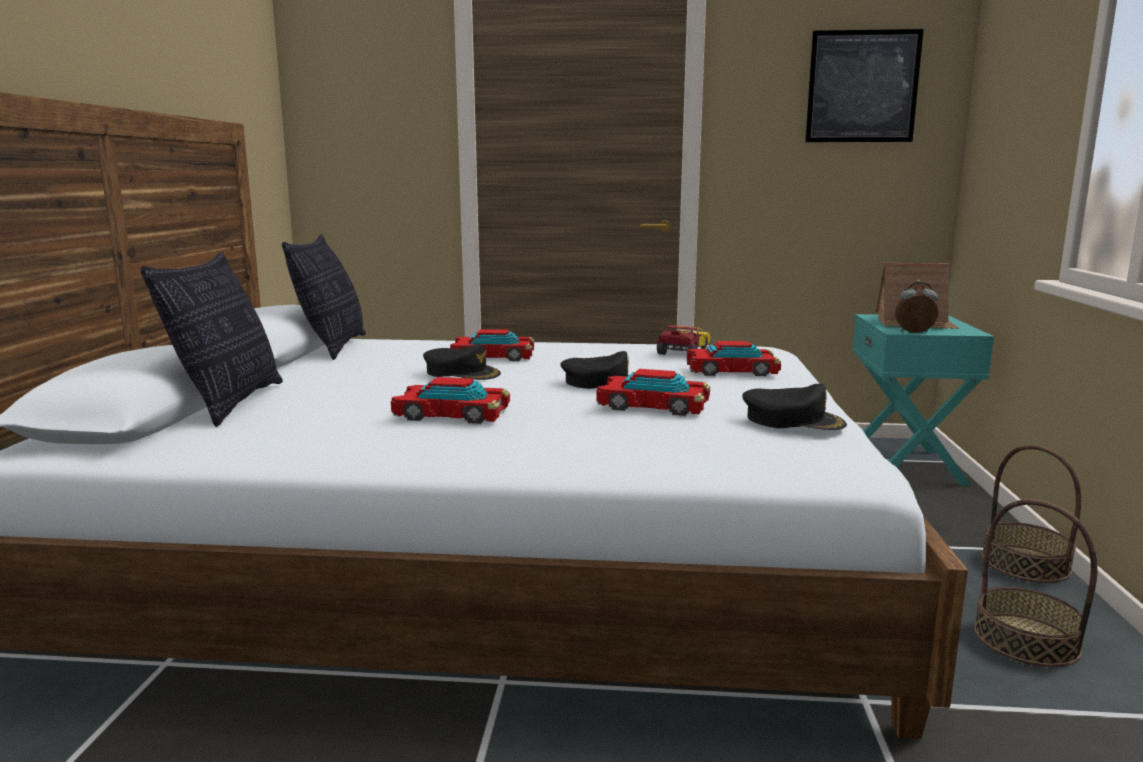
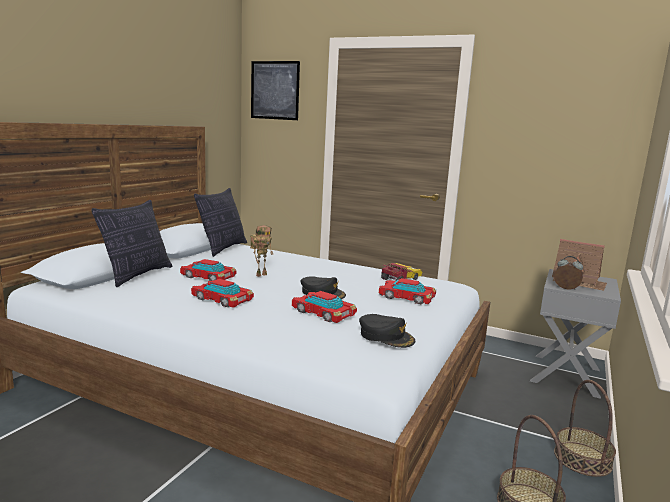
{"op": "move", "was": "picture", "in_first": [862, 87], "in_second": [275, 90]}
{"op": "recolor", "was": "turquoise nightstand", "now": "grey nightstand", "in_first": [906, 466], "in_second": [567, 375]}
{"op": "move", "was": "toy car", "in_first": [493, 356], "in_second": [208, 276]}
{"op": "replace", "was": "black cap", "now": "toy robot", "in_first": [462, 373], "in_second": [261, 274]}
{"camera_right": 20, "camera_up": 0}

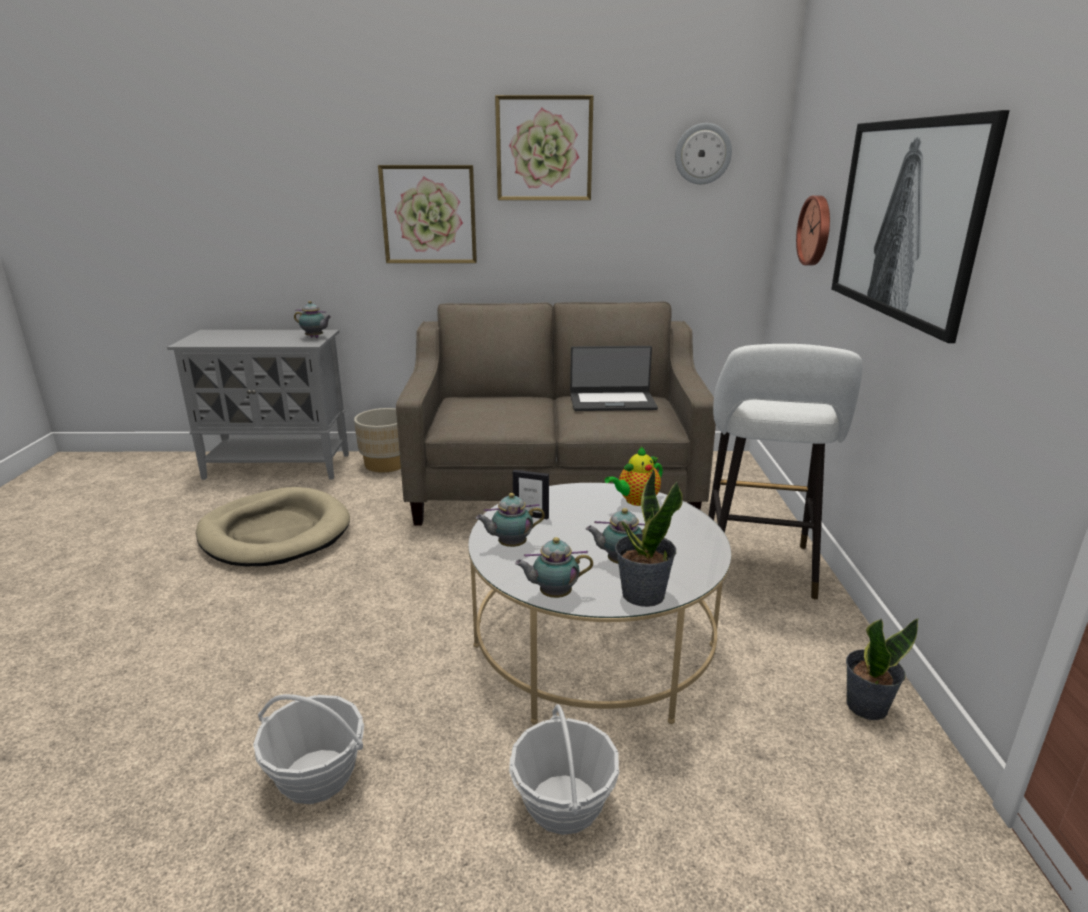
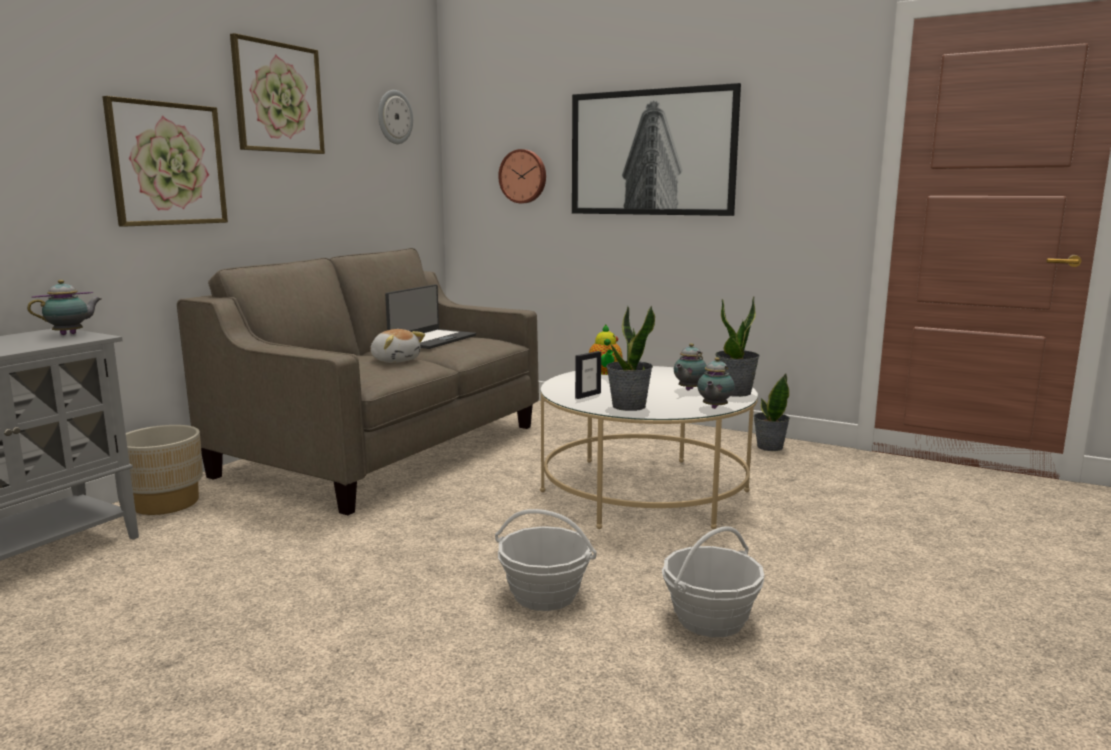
{"op": "delete", "was": "white stool", "in_first": [758, 570]}
{"op": "delete", "was": "beige dog bed", "in_first": [275, 533]}
{"op": "replace", "was": "teapot", "now": "potted plant", "in_first": [510, 545], "in_second": [628, 406]}
{"op": "move", "was": "basket", "in_first": [564, 804], "in_second": [545, 595]}
{"op": "insert", "now": "plush toy", "in_second": [395, 360]}
{"camera_right": -60, "camera_up": -10}

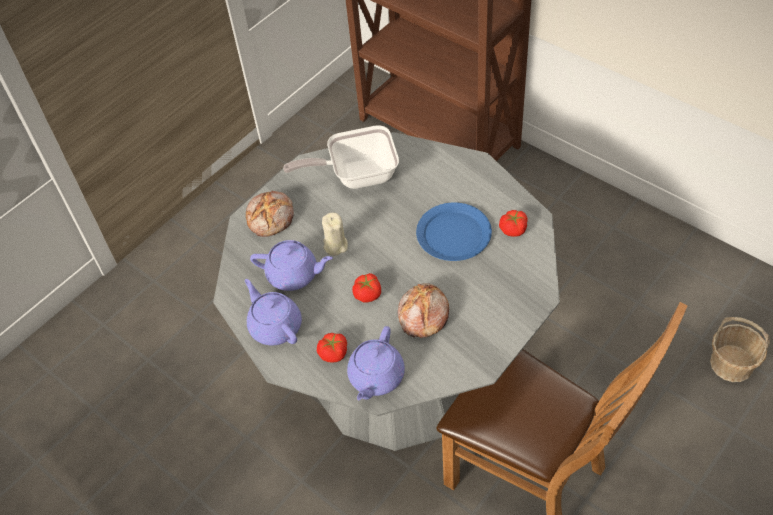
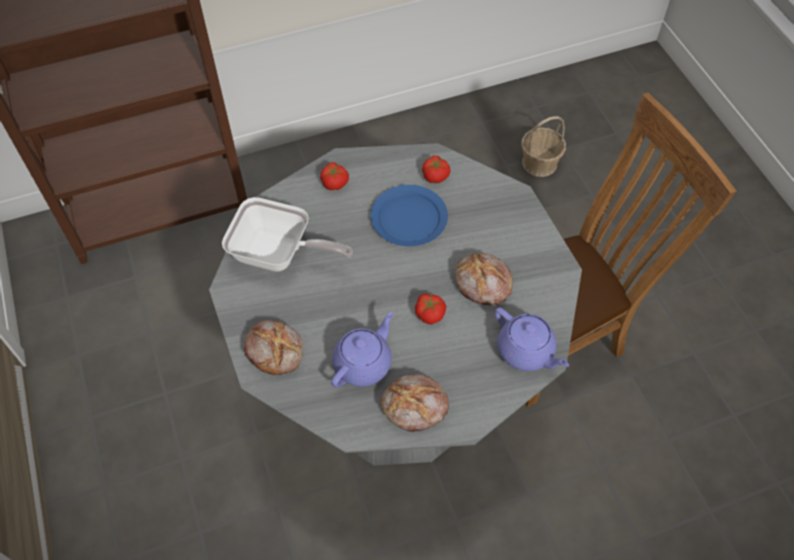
{"op": "rotate", "was": "frying pan", "in_first": [356, 175], "in_second": [279, 255], "clockwise": -90}
{"op": "delete", "was": "beige candle", "in_first": [335, 245]}
{"op": "replace", "was": "purple teapot", "now": "bread", "in_first": [275, 326], "in_second": [415, 407]}
{"op": "move", "was": "tomato", "in_first": [334, 353], "in_second": [335, 182]}
{"camera_right": -65, "camera_up": 5}

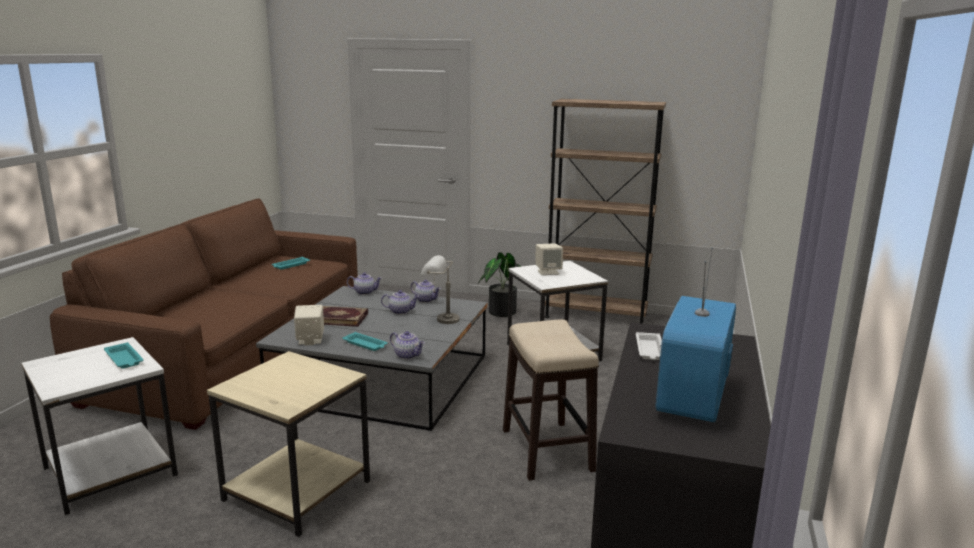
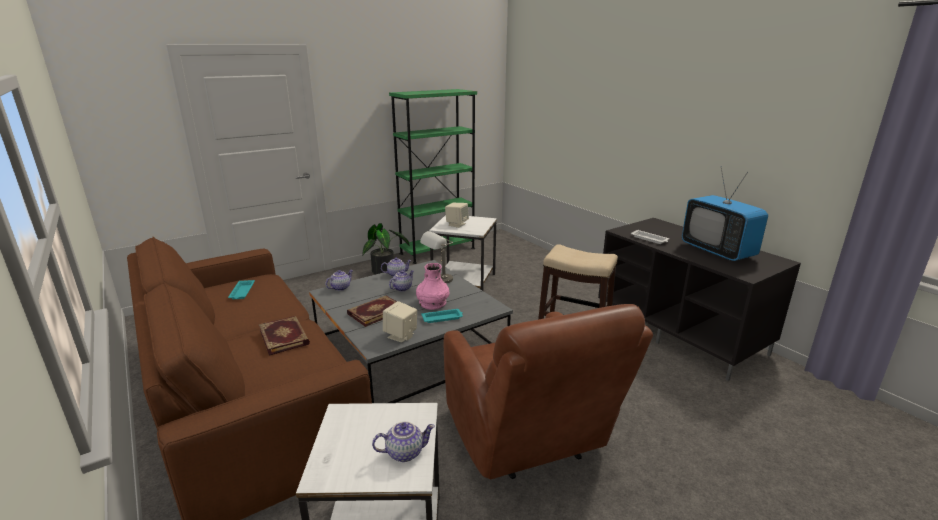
{"op": "recolor", "was": "brown bookcase", "now": "green bookcase", "in_first": [595, 315], "in_second": [437, 251]}
{"op": "move", "was": "teapot", "in_first": [408, 355], "in_second": [405, 452]}
{"op": "delete", "was": "turquoise tray", "in_first": [124, 359]}
{"op": "replace", "was": "beige side table", "now": "brown armchair", "in_first": [295, 491], "in_second": [528, 440]}
{"op": "insert", "now": "pink vase", "in_second": [432, 303]}
{"op": "insert", "now": "book", "in_second": [285, 337]}
{"camera_right": -50, "camera_up": 5}

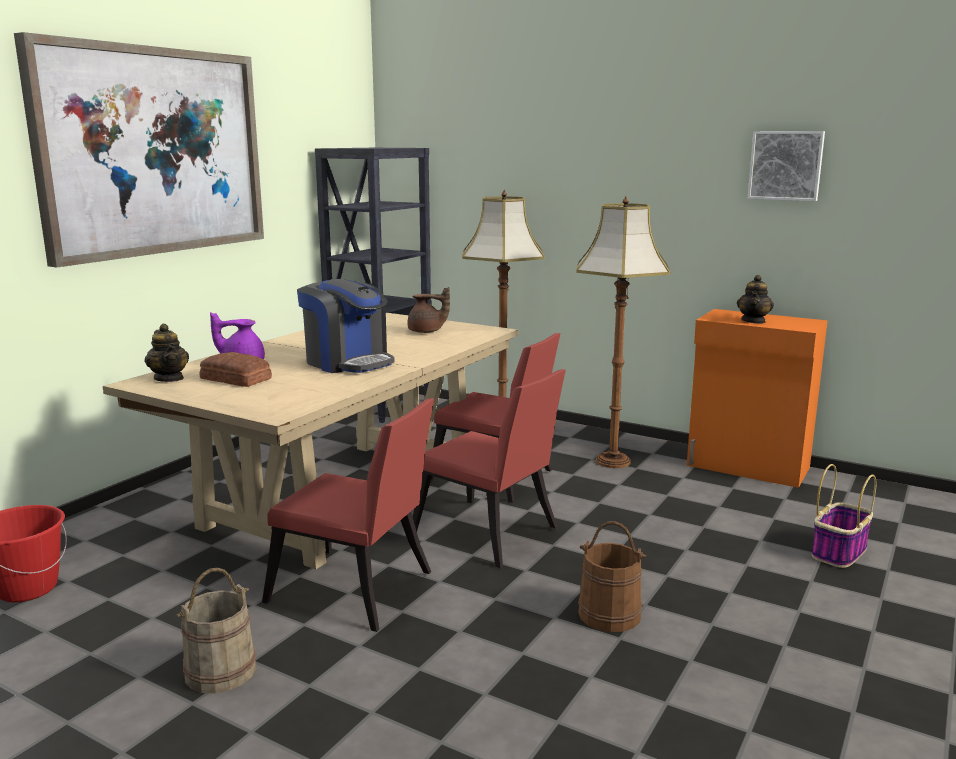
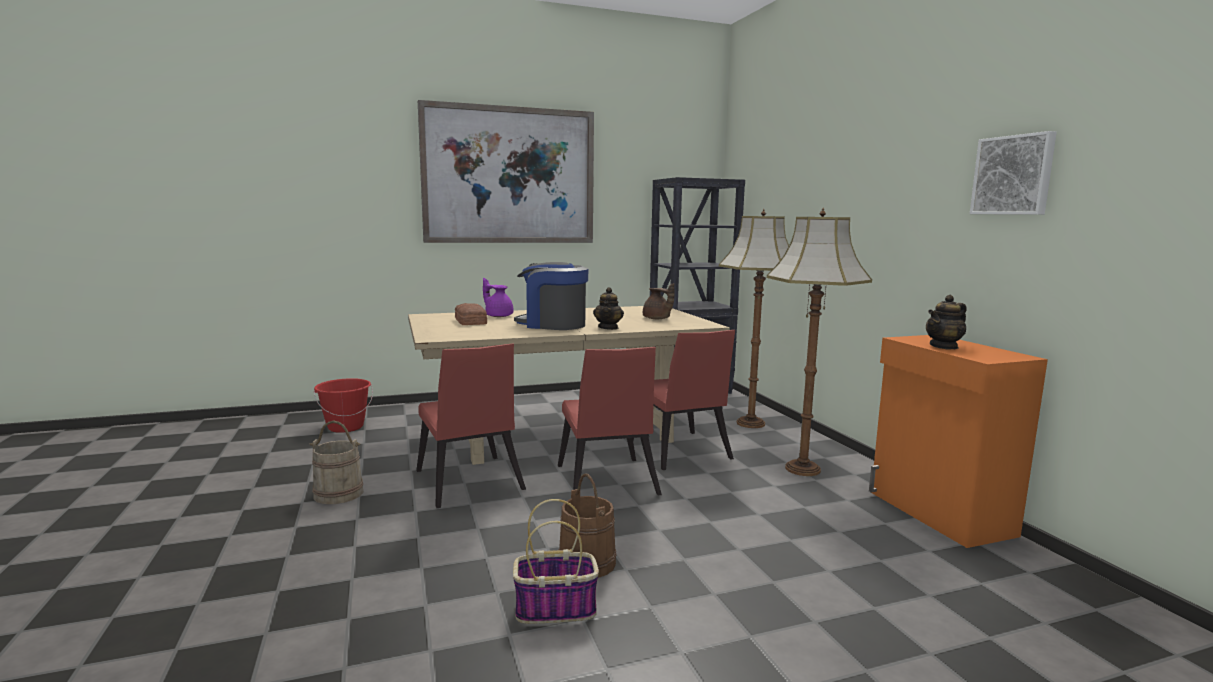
{"op": "rotate", "was": "coffee machine", "in_first": [348, 362], "in_second": [552, 324], "clockwise": 120}
{"op": "move", "was": "teapot", "in_first": [169, 378], "in_second": [608, 328]}
{"op": "move", "was": "basket", "in_first": [839, 552], "in_second": [556, 608]}
{"camera_right": 40, "camera_up": -5}

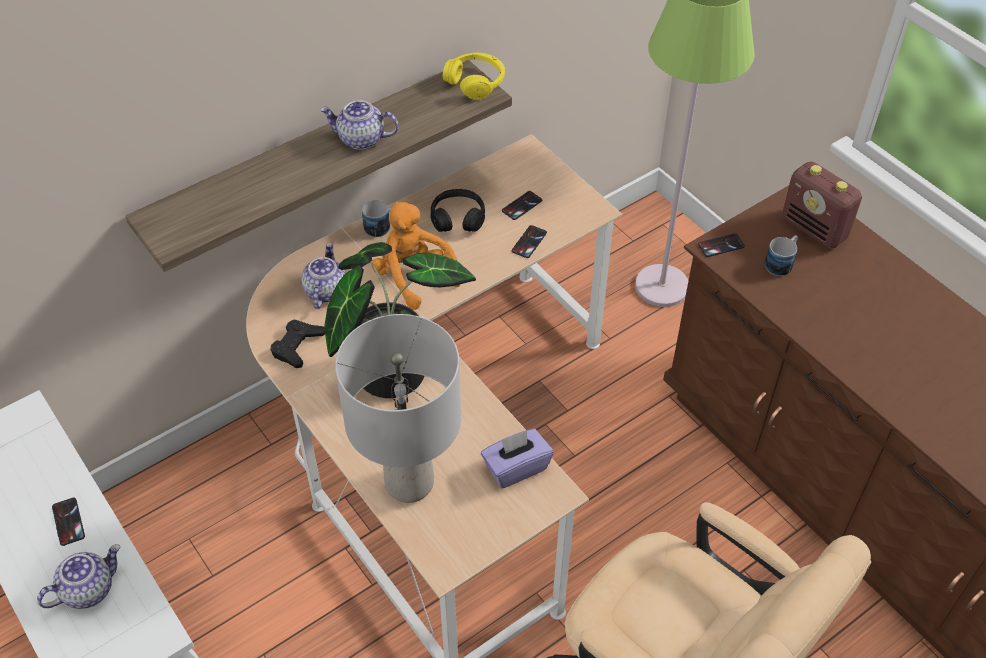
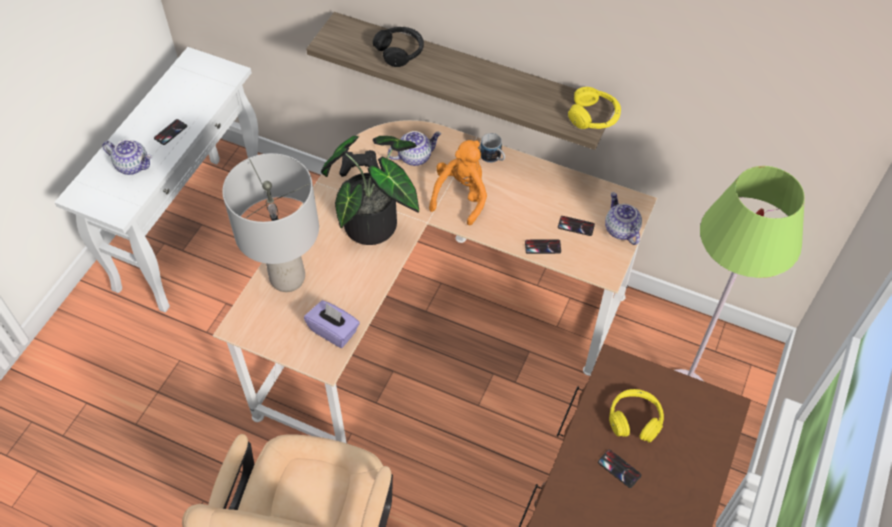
{"op": "move", "was": "teapot", "in_first": [361, 139], "in_second": [620, 229]}
{"op": "delete", "was": "radio", "in_first": [814, 229]}
{"op": "move", "was": "black headphones", "in_first": [458, 218], "in_second": [400, 51]}
{"op": "move", "was": "phone", "in_first": [721, 245], "in_second": [619, 468]}
{"op": "replace", "was": "mug", "now": "yellow headphones", "in_first": [781, 263], "in_second": [635, 419]}
{"camera_right": 60, "camera_up": 5}

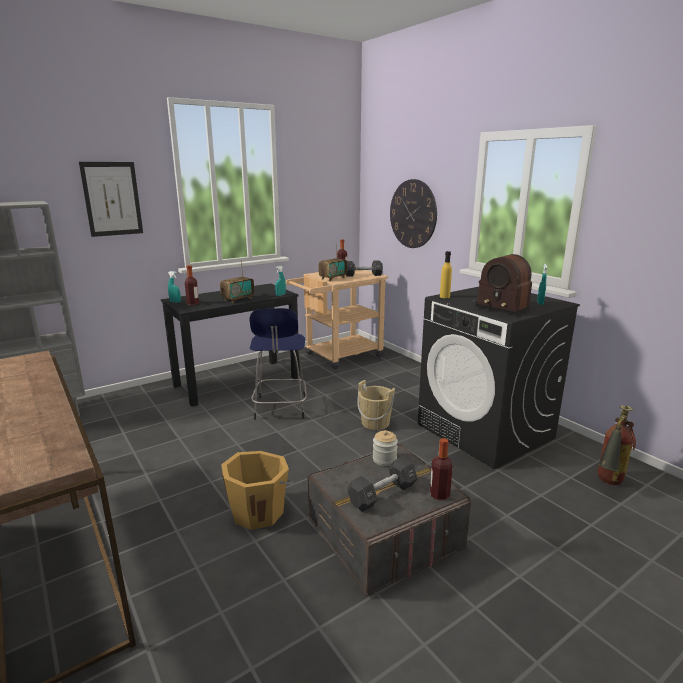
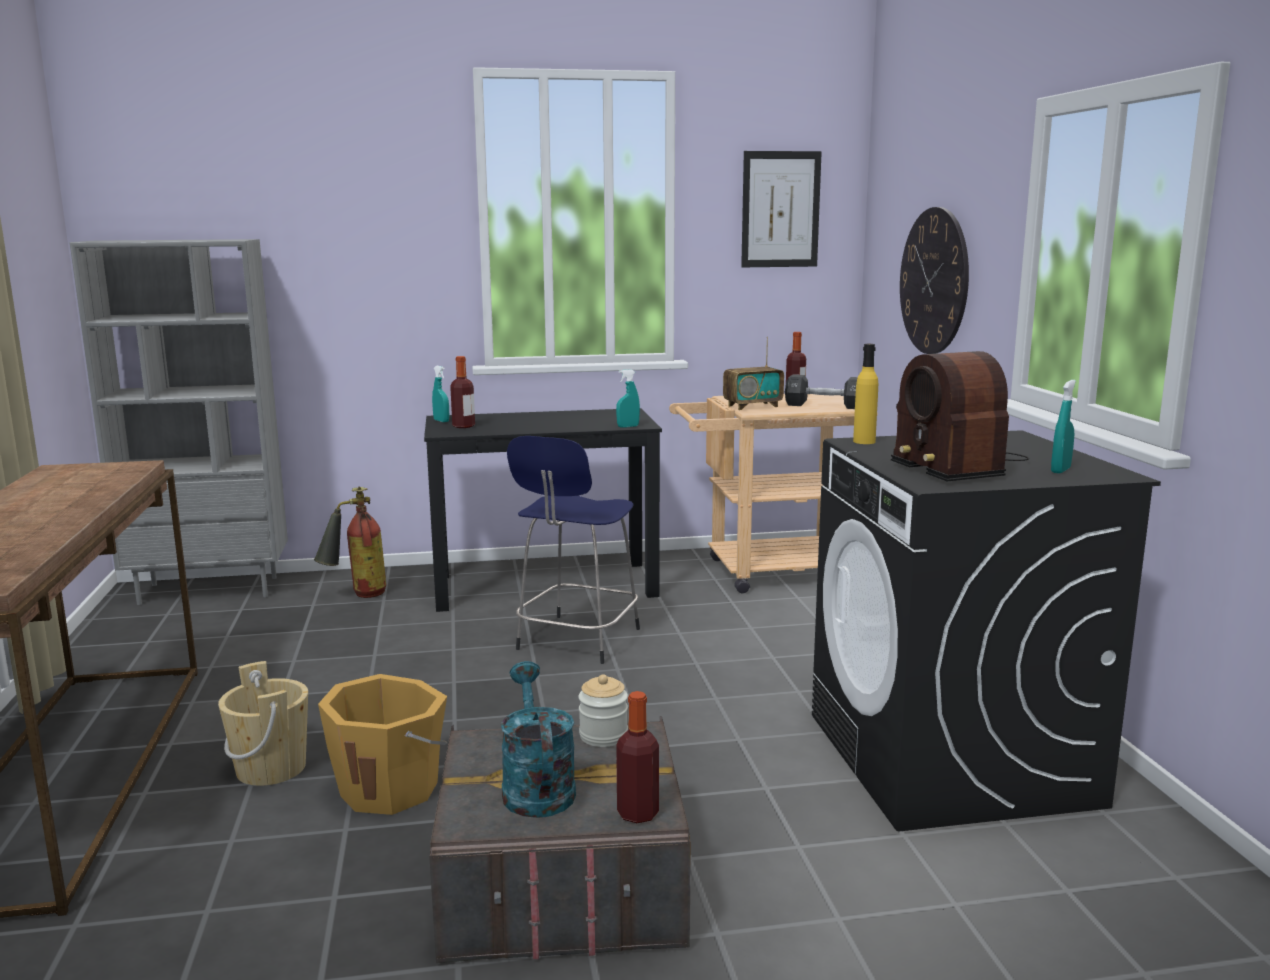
{"op": "move", "was": "picture", "in_first": [112, 199], "in_second": [780, 209]}
{"op": "delete", "was": "radio", "in_first": [238, 299]}
{"op": "move", "was": "beige bucket", "in_first": [375, 423], "in_second": [271, 768]}
{"op": "move", "was": "fire extinguisher", "in_first": [607, 484], "in_second": [356, 595]}
{"op": "replace", "was": "black dumbbell", "now": "turquoise watering can", "in_first": [382, 494], "in_second": [536, 787]}
{"camera_right": 25, "camera_up": -5}

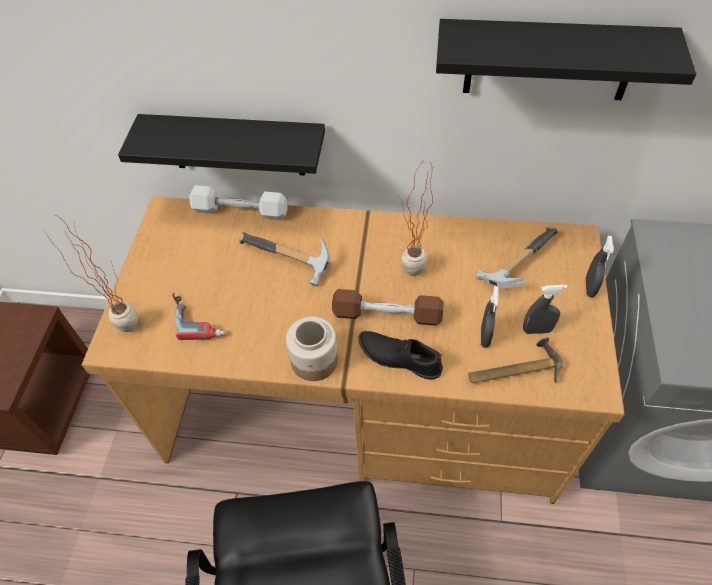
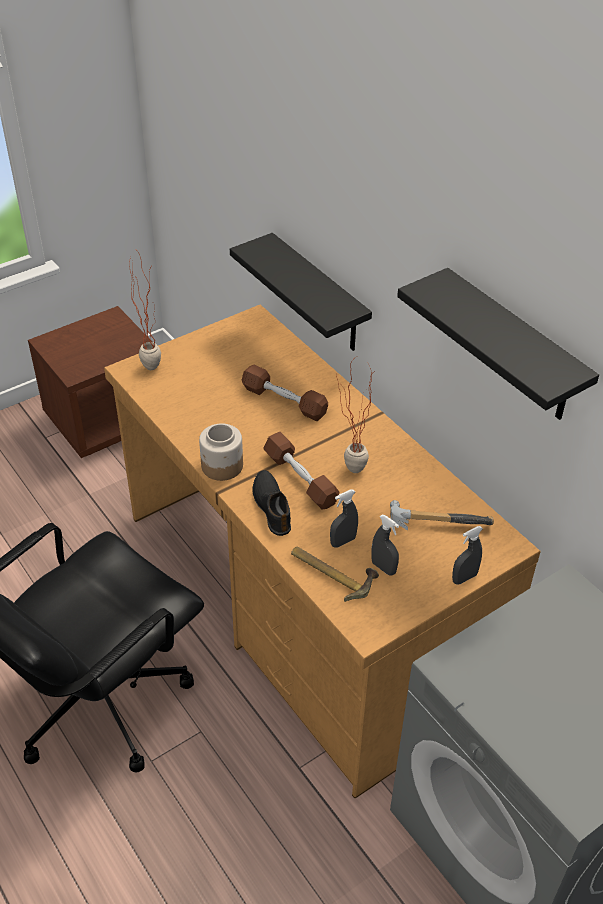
{"op": "delete", "was": "white dumbbell", "in_first": [240, 211]}
{"op": "replace", "was": "hammer", "now": "brown dumbbell", "in_first": [286, 262], "in_second": [284, 401]}
{"op": "delete", "was": "power drill", "in_first": [199, 317]}
{"camera_right": 45, "camera_up": -10}

